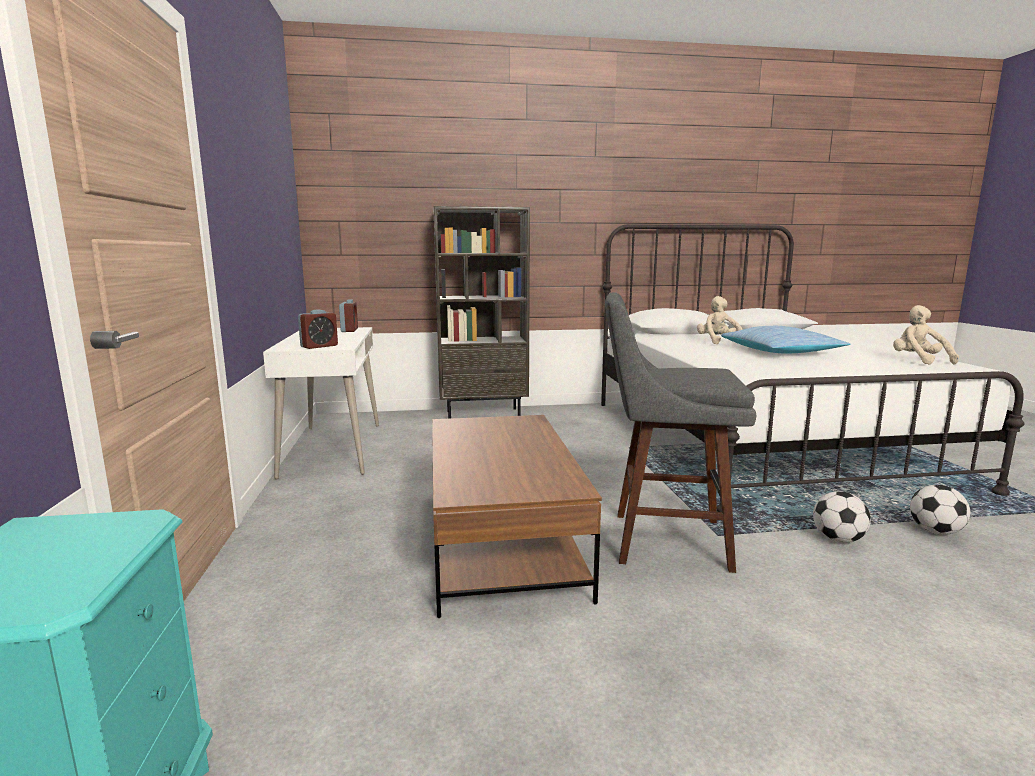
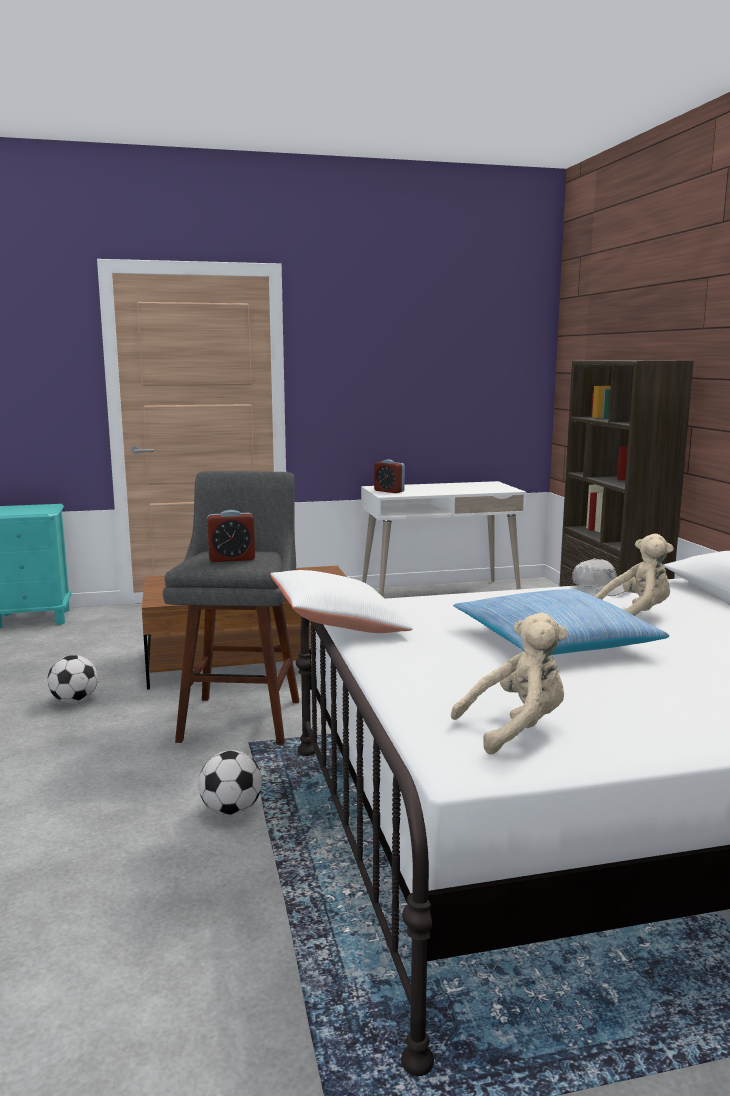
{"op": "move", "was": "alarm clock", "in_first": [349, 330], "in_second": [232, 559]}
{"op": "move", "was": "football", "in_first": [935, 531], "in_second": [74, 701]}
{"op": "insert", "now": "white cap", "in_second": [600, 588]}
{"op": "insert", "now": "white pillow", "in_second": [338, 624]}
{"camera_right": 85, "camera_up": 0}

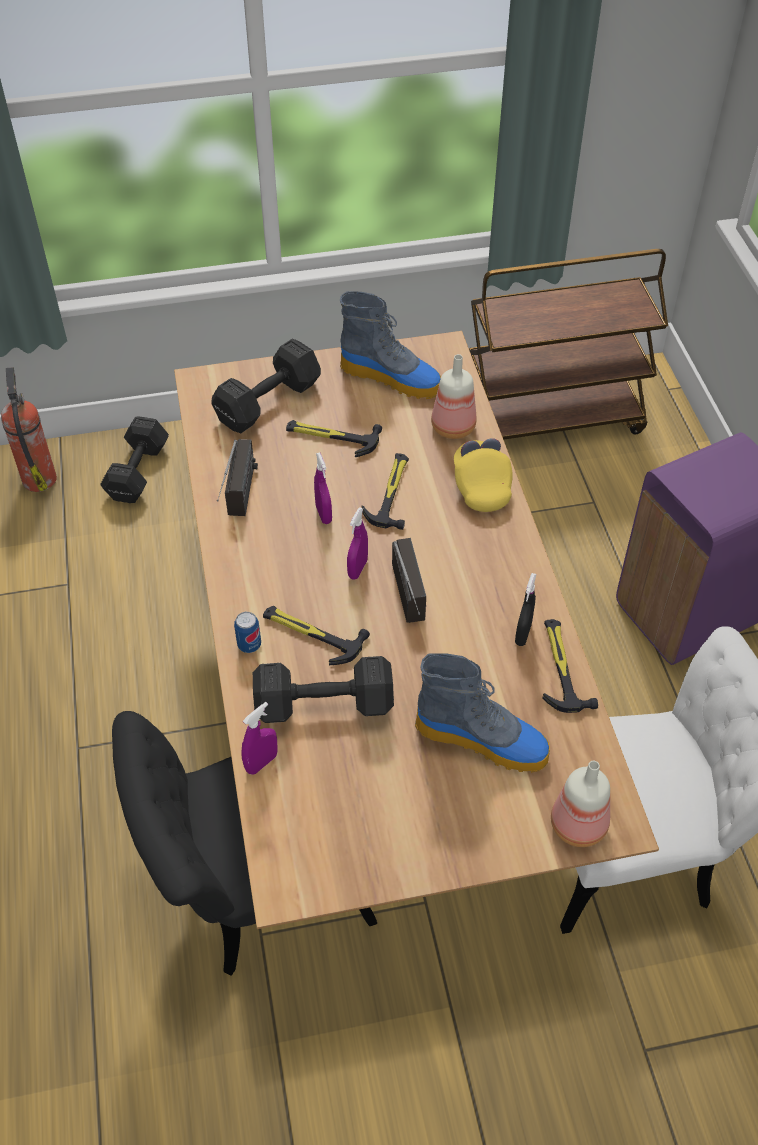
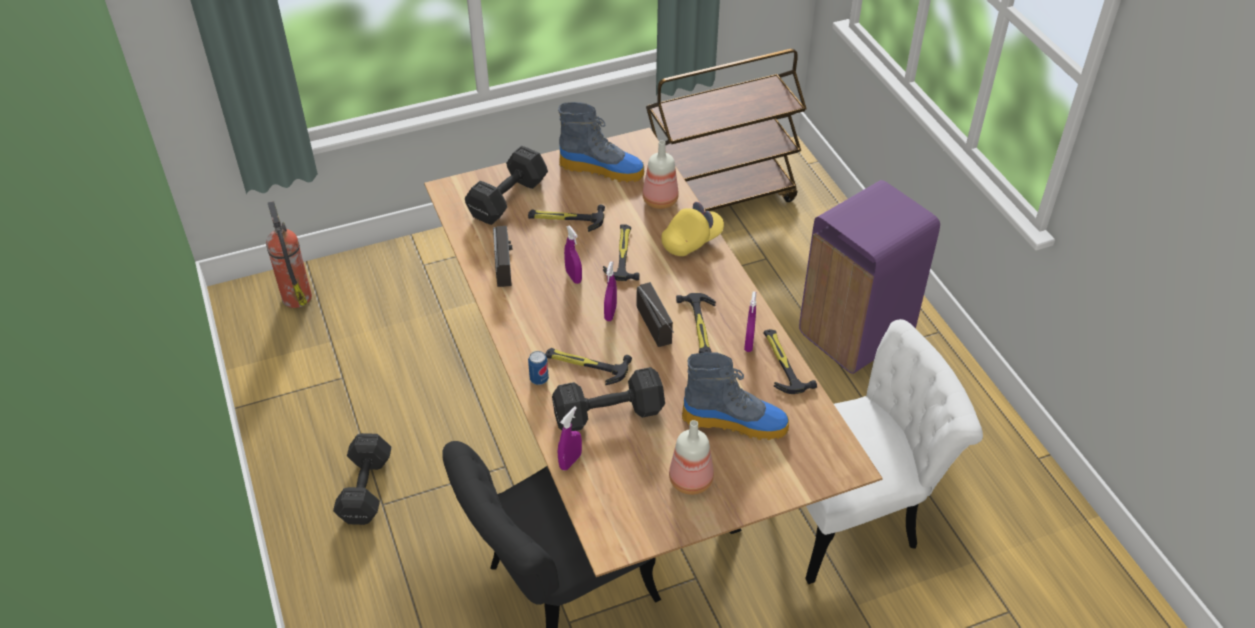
{"op": "move", "was": "black dumbbell", "in_first": [139, 471], "in_second": [367, 487]}
{"op": "rotate", "was": "yellow cap", "in_first": [481, 485], "in_second": [692, 241], "clockwise": 75}
{"op": "recolor", "was": "black spray bottle", "now": "purple spray bottle", "in_first": [523, 634], "in_second": [749, 343]}
{"op": "move", "was": "bottle", "in_first": [579, 823], "in_second": [691, 479]}
{"op": "insert", "now": "hammer", "in_second": [700, 326]}
{"camera_right": -10, "camera_up": -5}

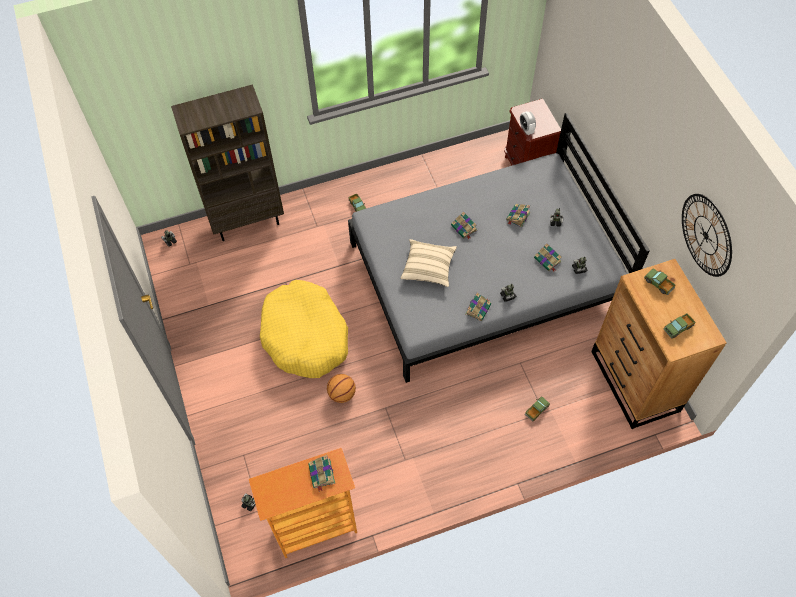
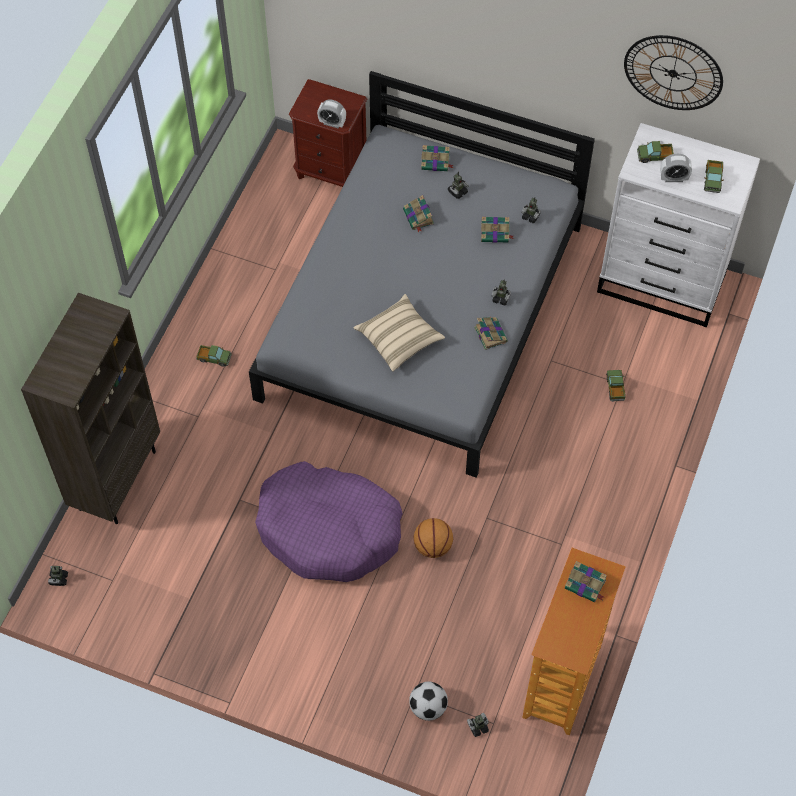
{"op": "move", "was": "book", "in_first": [464, 228], "in_second": [436, 162]}
{"op": "recolor", "was": "brown dresser", "now": "white dresser", "in_first": [635, 382], "in_second": [662, 284]}
{"op": "recolor", "was": "yellow dog bed", "now": "purple dog bed", "in_first": [305, 336], "in_second": [329, 530]}
{"op": "insert", "now": "alarm clock", "in_second": [673, 178]}
{"op": "insert", "now": "football", "in_second": [428, 707]}
{"camera_right": -50, "camera_up": 0}

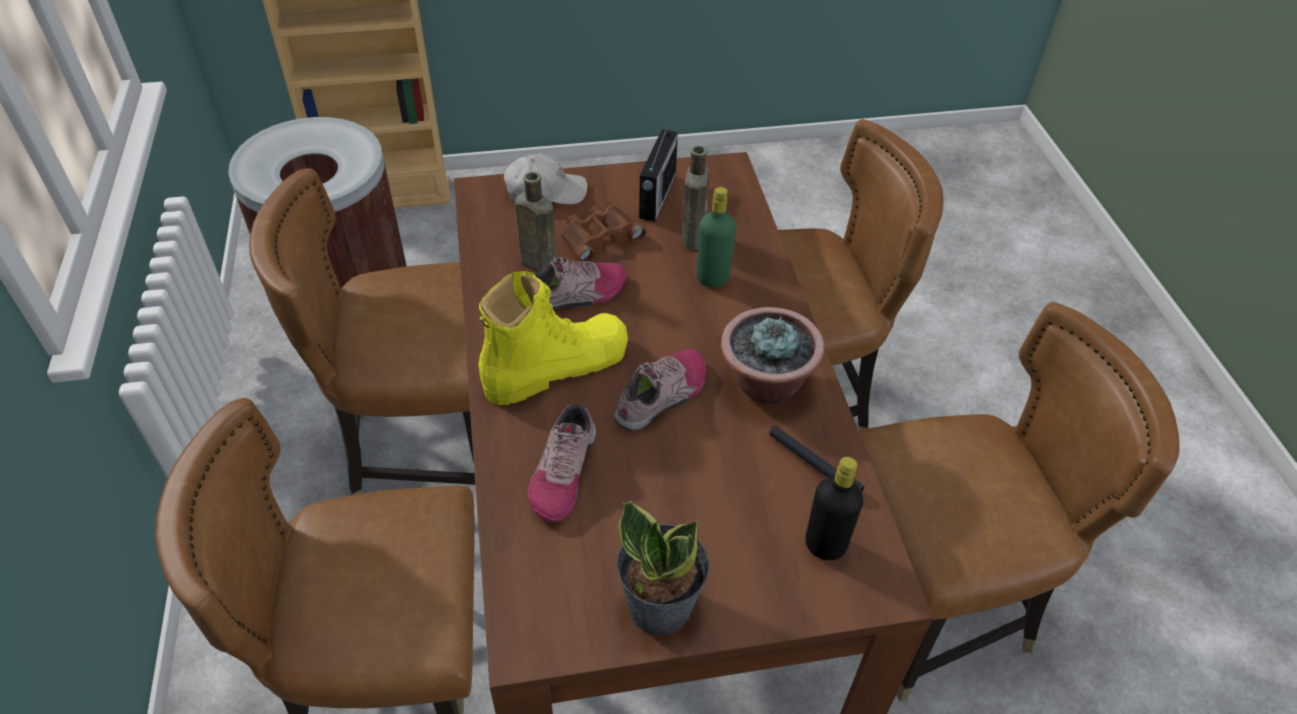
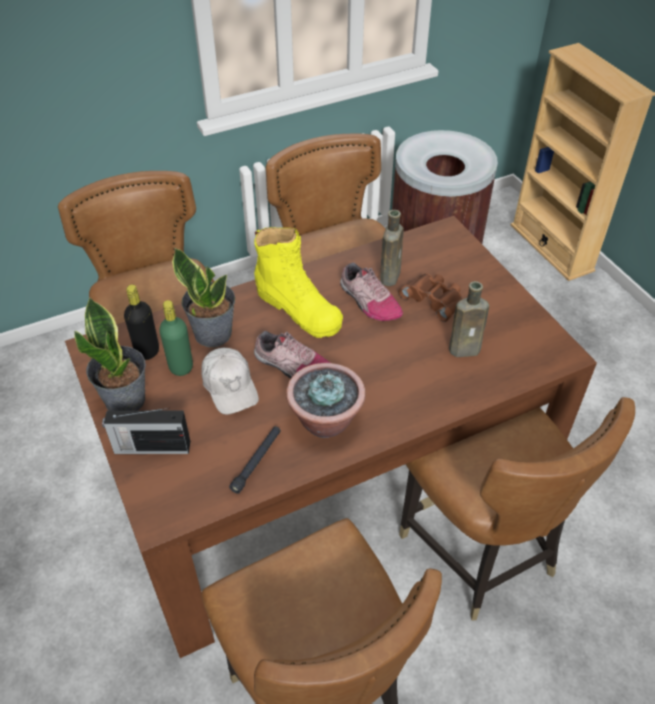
{"op": "move", "was": "radio", "in_first": [657, 197], "in_second": [151, 447]}
{"op": "move", "was": "white cap", "in_first": [545, 191], "in_second": [230, 386]}
{"op": "move", "was": "green bottle", "in_first": [712, 278], "in_second": [181, 367]}
{"op": "replace", "was": "shoe", "now": "potted plant", "in_first": [563, 472], "in_second": [213, 333]}
{"op": "move", "was": "black bottle", "in_first": [825, 545], "in_second": [147, 351]}
{"camera_right": 75, "camera_up": 0}

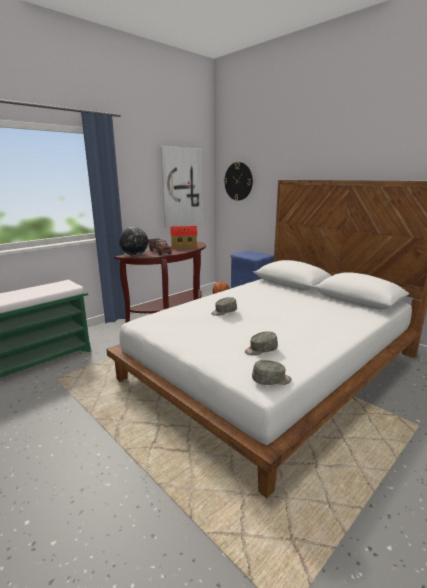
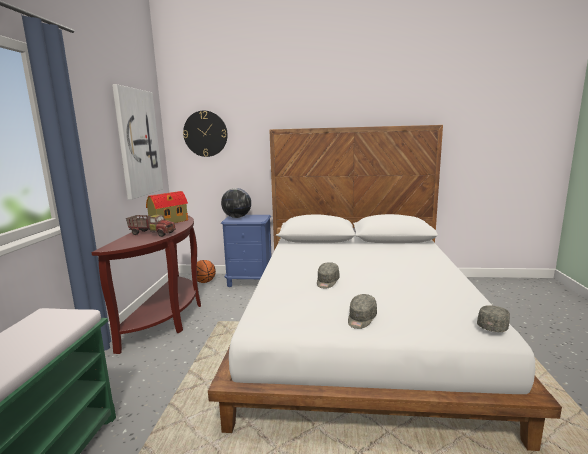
{"op": "move", "was": "globe", "in_first": [134, 255], "in_second": [237, 217]}
{"op": "move", "was": "grey cap", "in_first": [260, 350], "in_second": [361, 319]}
{"camera_right": -40, "camera_up": -5}

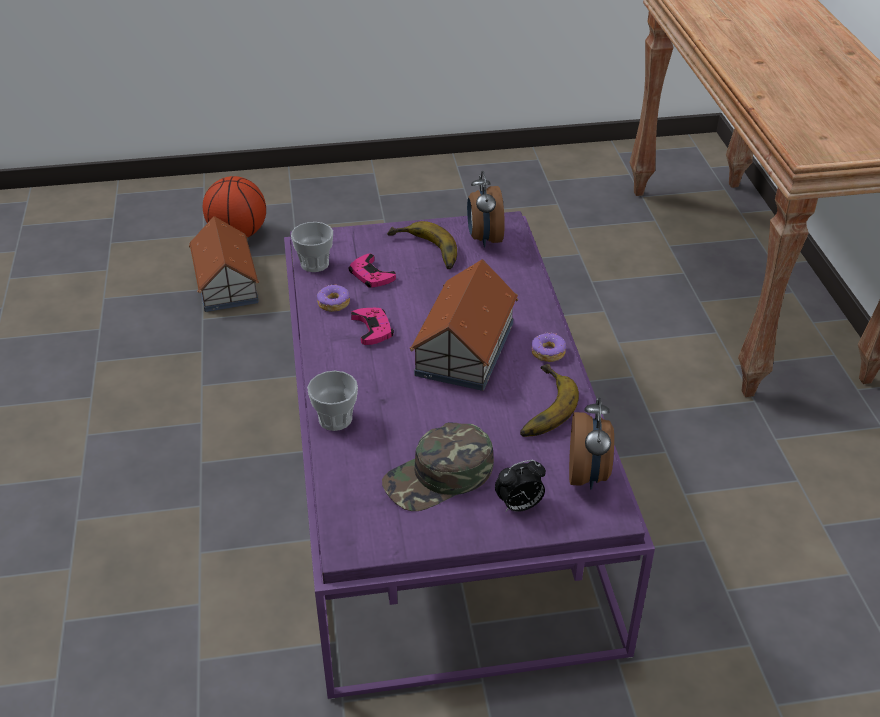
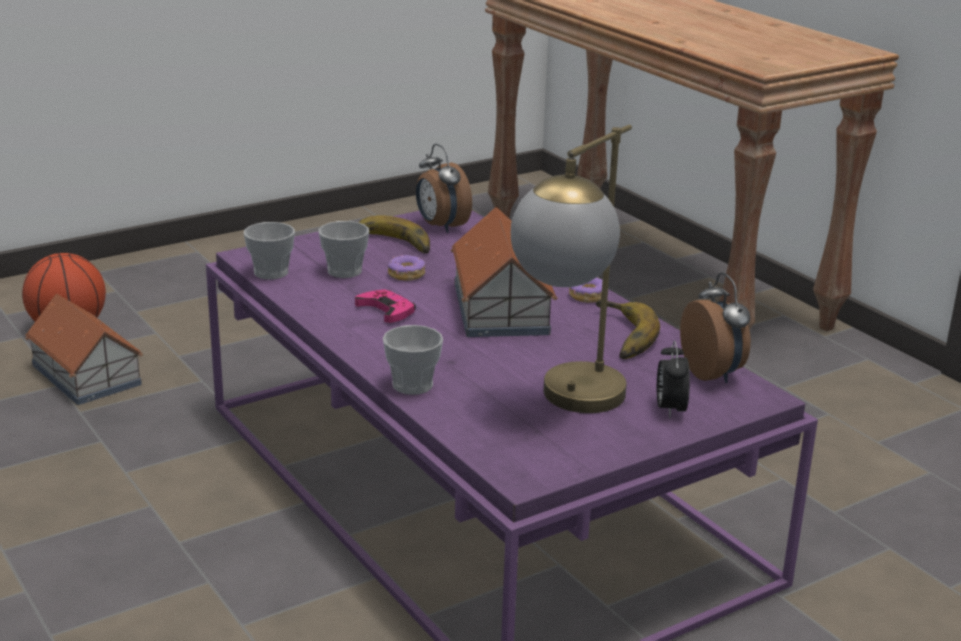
{"op": "replace", "was": "pink game controller", "now": "cup", "in_first": [371, 275], "in_second": [344, 271]}
{"op": "move", "was": "donut", "in_first": [333, 303], "in_second": [406, 275]}
{"op": "replace", "was": "green cap", "now": "table lamp", "in_first": [439, 477], "in_second": [568, 405]}
{"op": "rotate", "was": "alarm clock", "in_first": [519, 506], "in_second": [670, 409], "clockwise": 135}
{"camera_right": -25, "camera_up": -15}

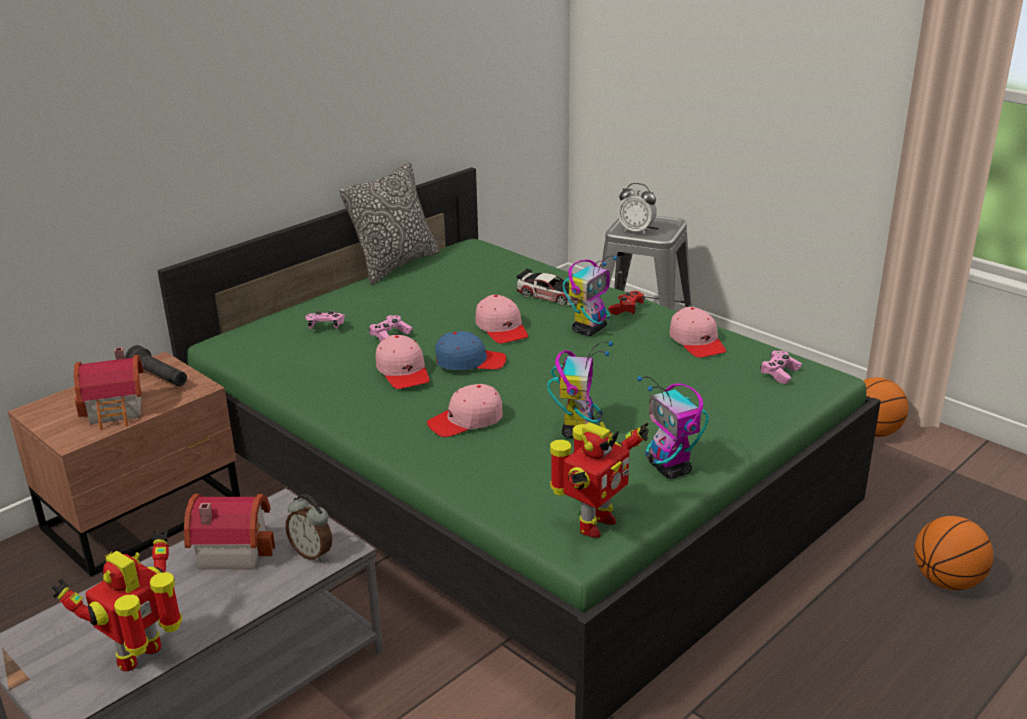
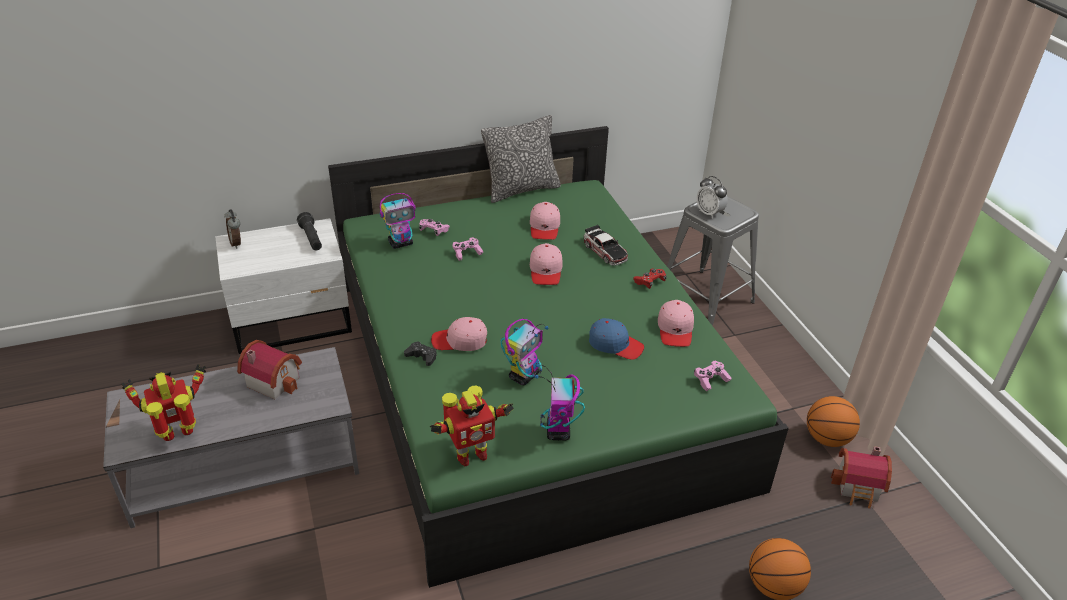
{"op": "move", "was": "toy robot", "in_first": [589, 329], "in_second": [401, 243]}
{"op": "move", "was": "blue cap", "in_first": [470, 361], "in_second": [615, 344]}
{"op": "move", "was": "pink cap", "in_first": [403, 371], "in_second": [544, 227]}
{"op": "move", "was": "toy house", "in_first": [118, 411], "in_second": [859, 487]}
{"op": "recolor", "was": "brown nightstand", "now": "white nightstand", "in_first": [146, 516], "in_second": [294, 322]}
{"op": "move", "was": "alarm clock", "in_first": [312, 553], "in_second": [237, 243]}
{"op": "insert", "now": "black game controller", "in_second": [422, 356]}
{"camera_right": 25, "camera_up": 10}

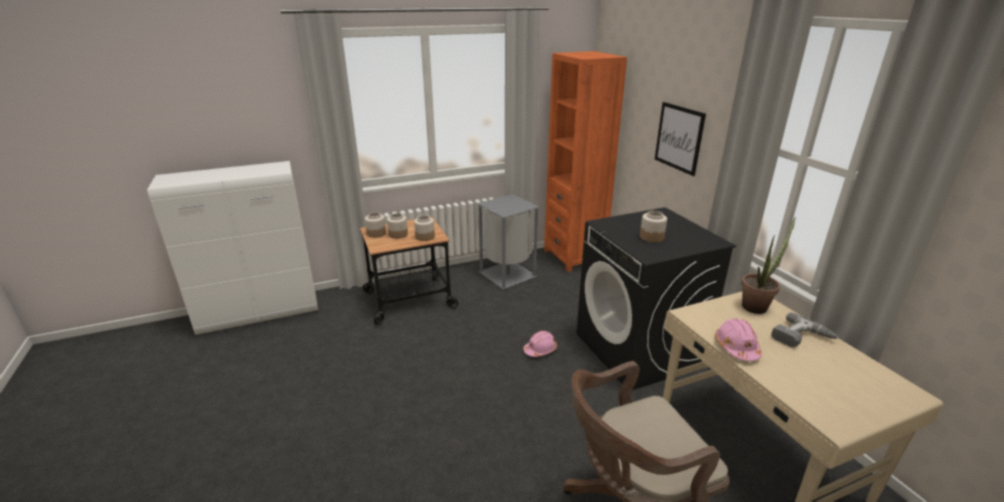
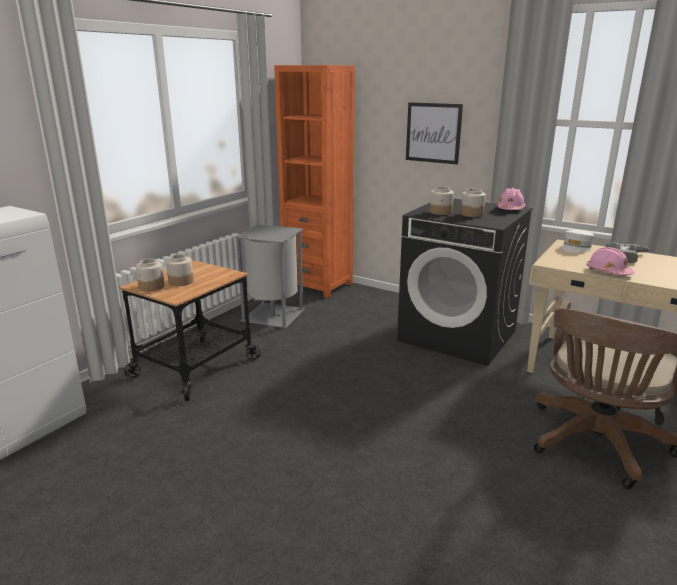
{"op": "move", "was": "jar", "in_first": [425, 237], "in_second": [441, 212]}
{"op": "replace", "was": "potted plant", "now": "white cap", "in_first": [757, 305], "in_second": [576, 247]}
{"op": "move", "was": "pink hard hat", "in_first": [540, 350], "in_second": [510, 209]}
{"camera_right": -35, "camera_up": -5}

